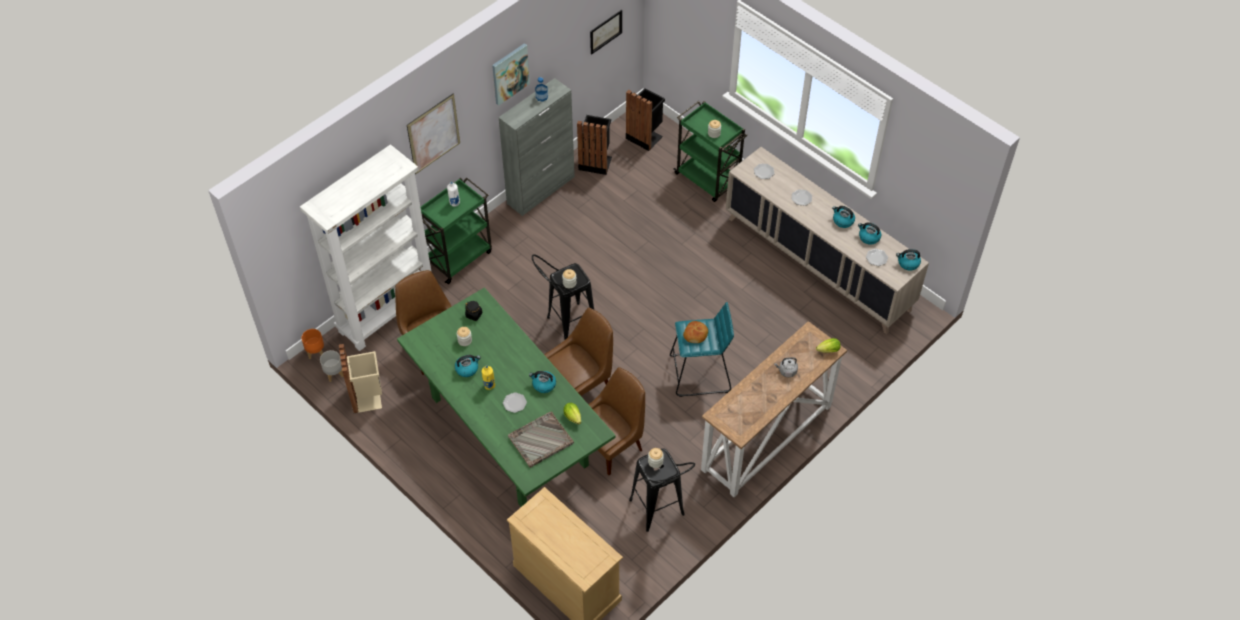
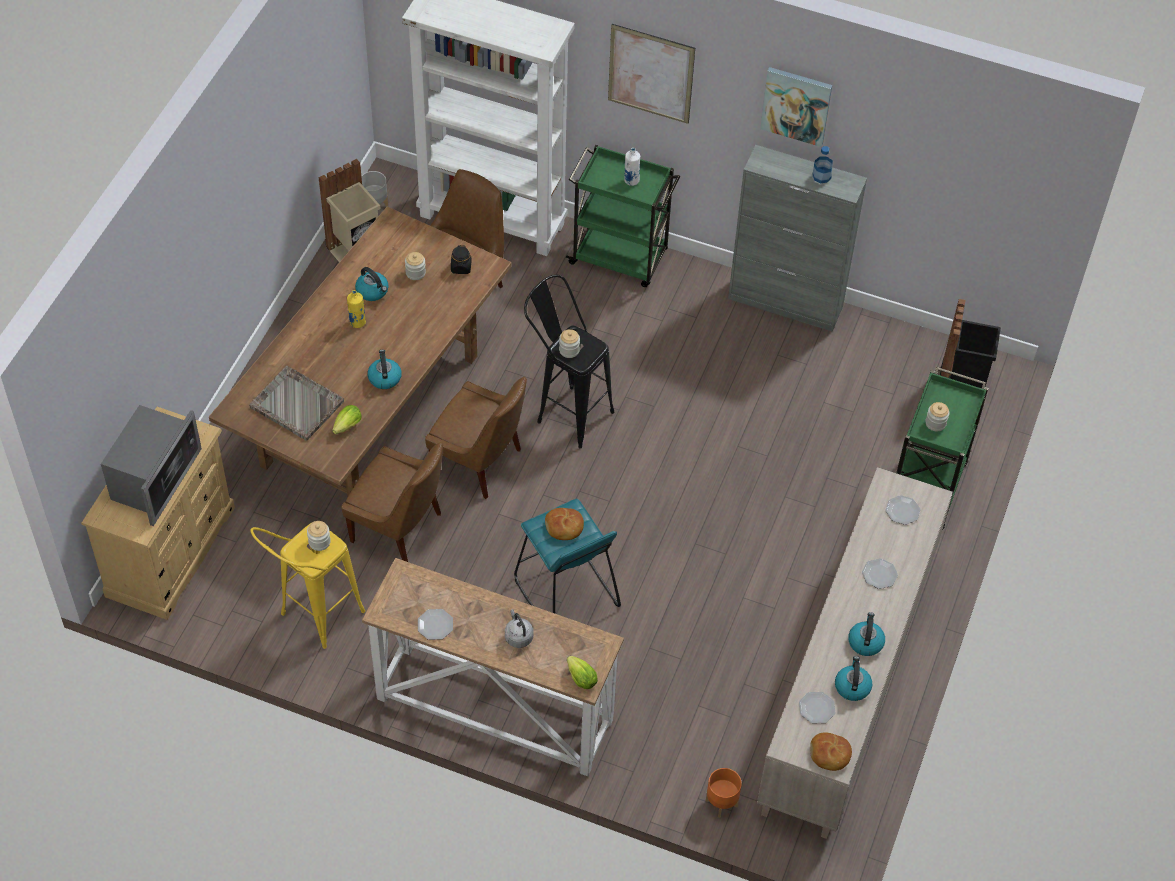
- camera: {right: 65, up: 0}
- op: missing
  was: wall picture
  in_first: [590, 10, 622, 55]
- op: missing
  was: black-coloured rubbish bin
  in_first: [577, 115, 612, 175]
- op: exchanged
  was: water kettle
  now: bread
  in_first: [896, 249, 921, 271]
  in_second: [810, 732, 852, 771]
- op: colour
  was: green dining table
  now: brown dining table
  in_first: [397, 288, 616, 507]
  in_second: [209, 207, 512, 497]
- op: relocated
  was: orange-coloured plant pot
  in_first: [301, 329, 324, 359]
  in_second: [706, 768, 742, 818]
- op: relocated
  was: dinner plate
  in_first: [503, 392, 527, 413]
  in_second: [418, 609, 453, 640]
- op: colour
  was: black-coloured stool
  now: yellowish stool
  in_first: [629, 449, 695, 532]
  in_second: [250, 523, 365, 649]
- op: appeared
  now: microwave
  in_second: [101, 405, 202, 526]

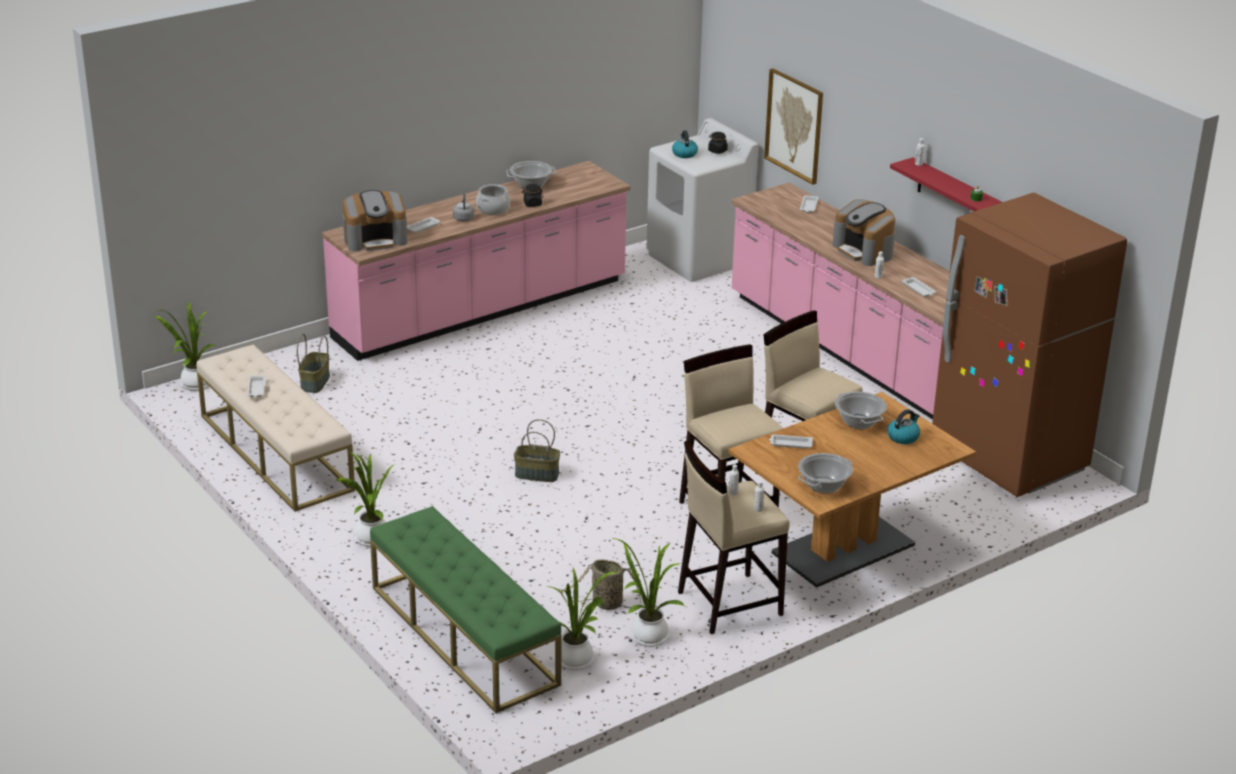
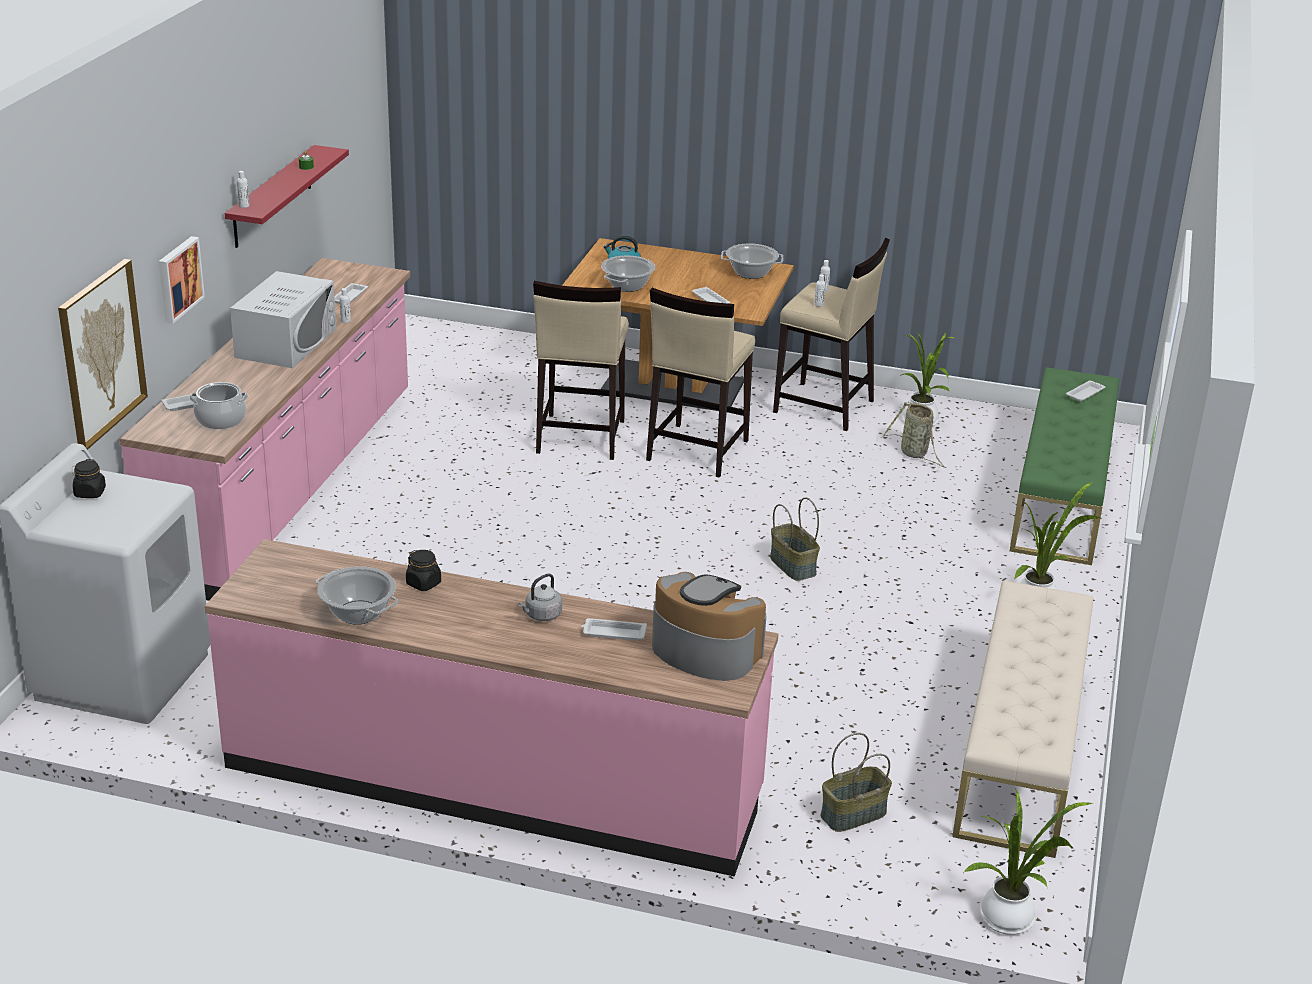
- camera: {right: -130, up: 0}
- op: missing
  was: water kettle
  in_first: [672, 130, 698, 158]
- op: relocated
  was: cooking pot
  in_first: [476, 184, 510, 215]
  in_second: [190, 382, 248, 429]
- op: missing
  was: brown kitchen fridge
  in_first: [932, 193, 1127, 497]
- op: exchanged
  was: coffee brewer
  now: white microwave
  in_first: [833, 199, 895, 266]
  in_second: [230, 271, 336, 368]
- op: relocated
  was: white tray
  in_first: [247, 375, 266, 397]
  in_second: [1066, 381, 1106, 402]
- op: missing
  was: potted plant
  in_first: [546, 568, 618, 670]
- op: appeared
  now: wall picture
  in_second: [159, 236, 205, 324]

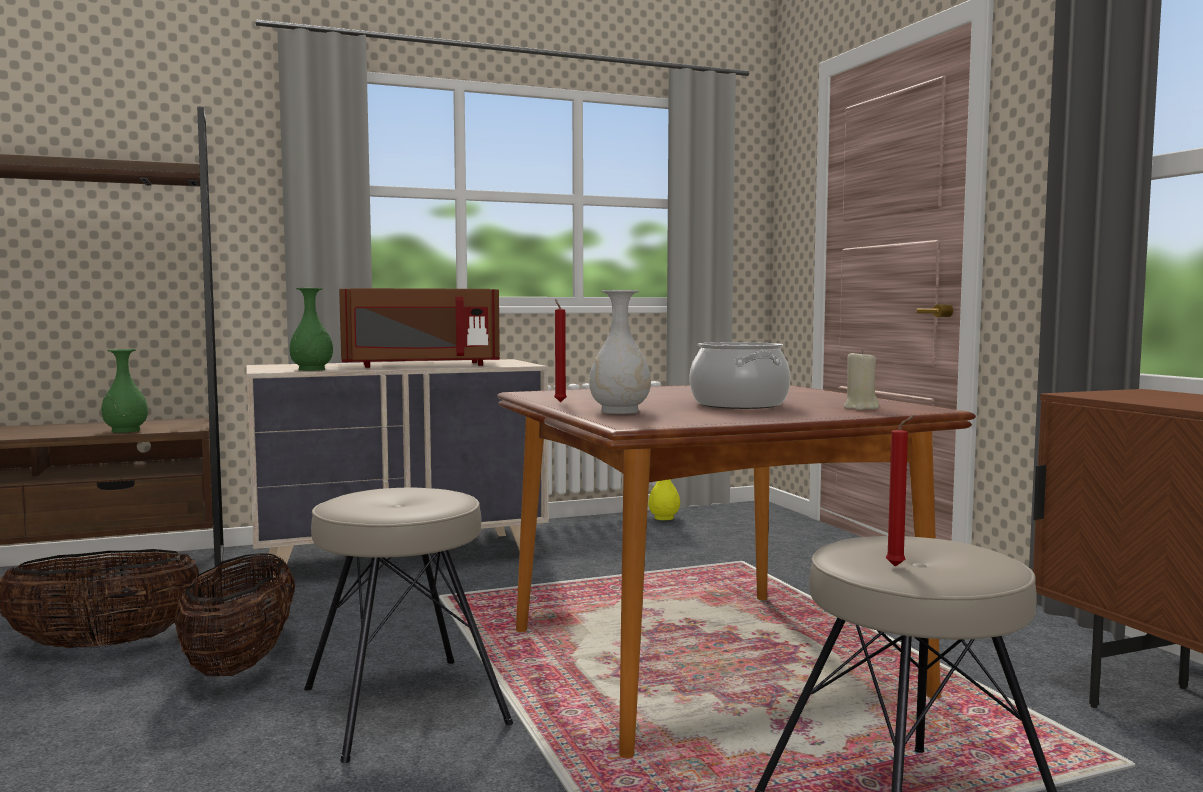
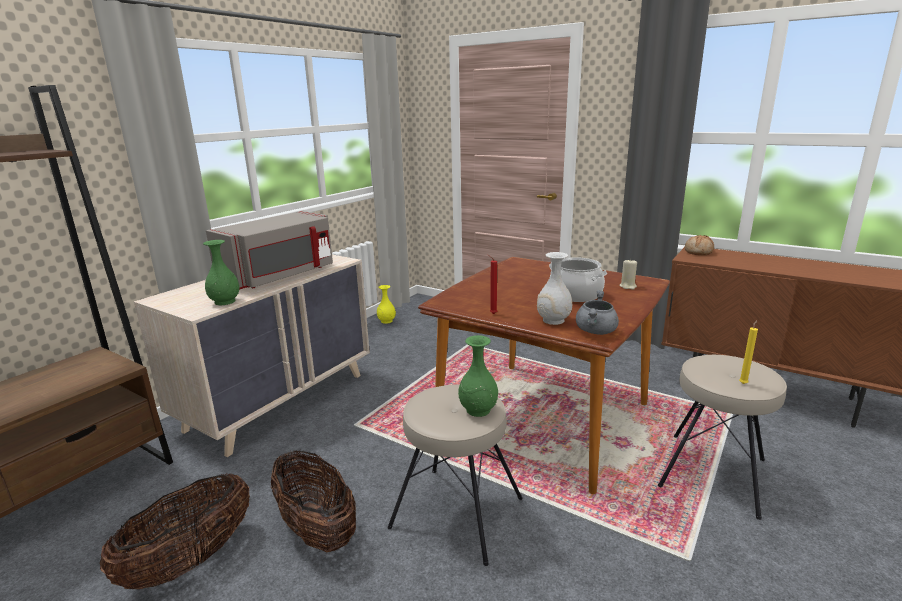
- camera: {right: -35, up: 15}
- op: colour
  was: brown microwave
  now: greyish microwave
  in_first: [339, 288, 500, 368]
  in_second: [206, 211, 333, 289]
- op: relocated
  was: green flower vase
  in_first: [101, 349, 148, 433]
  in_second: [458, 335, 498, 417]
- op: colour
  was: red candle
  now: yellowish candle
  in_first: [886, 415, 914, 567]
  in_second: [739, 320, 758, 384]
- op: appeared
  now: bread
  in_second: [685, 235, 714, 255]
- op: appeared
  now: greyish cooking pot
  in_second: [576, 290, 619, 335]

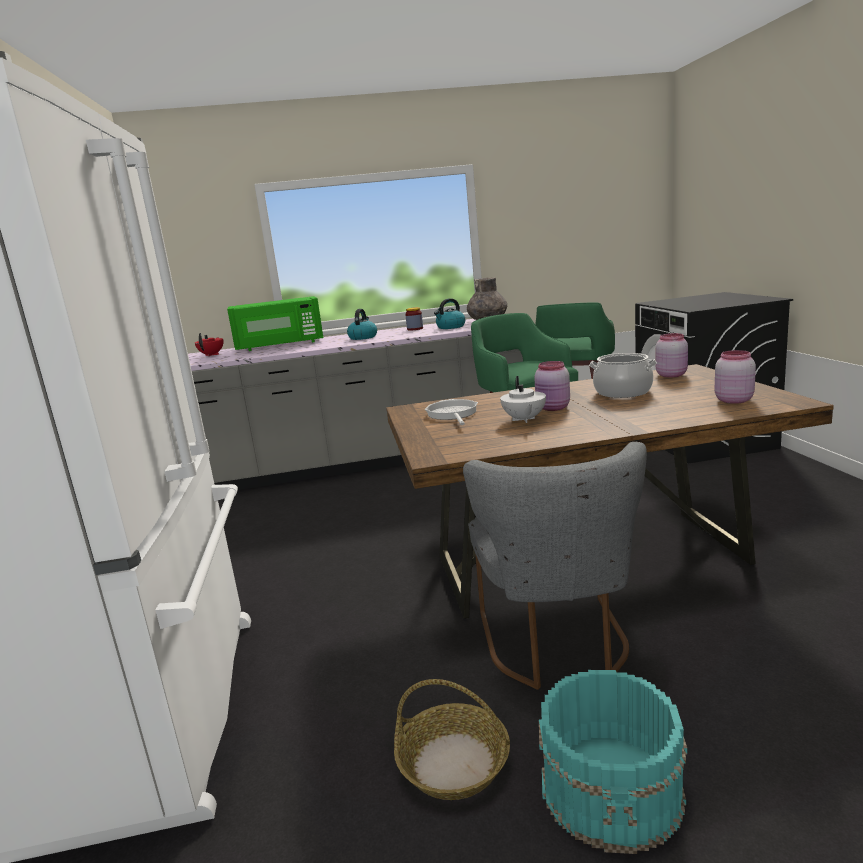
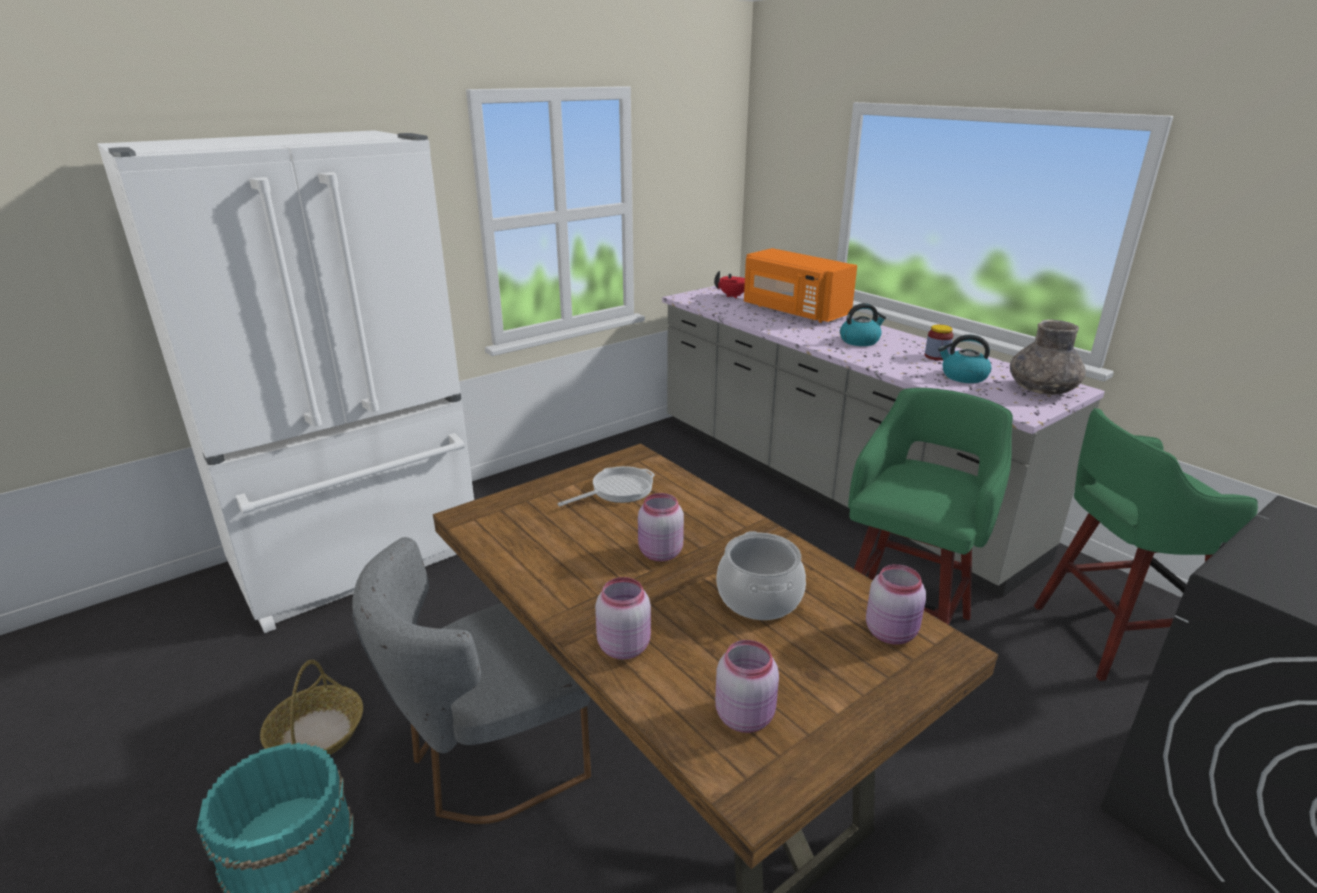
- camera: {right: 60, up: 10}
- op: colour
  was: green microwave
  now: orange-coloured microwave
  in_first: [227, 296, 323, 351]
  in_second: [744, 248, 857, 323]
- op: missing
  was: white tea pot
  in_first: [500, 376, 546, 423]
- op: appeared
  now: pink jar
  in_second: [595, 577, 651, 660]

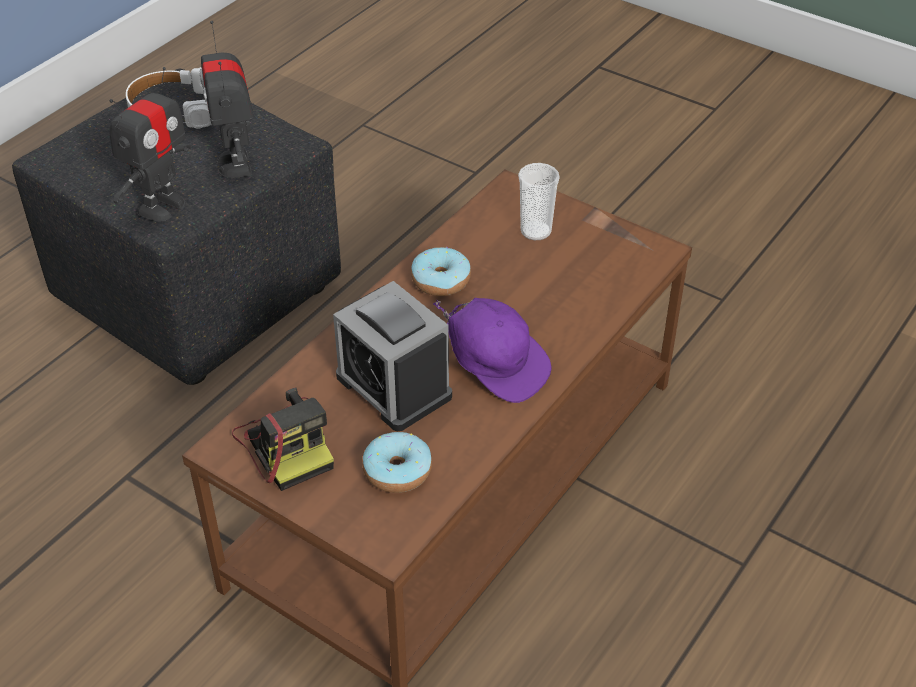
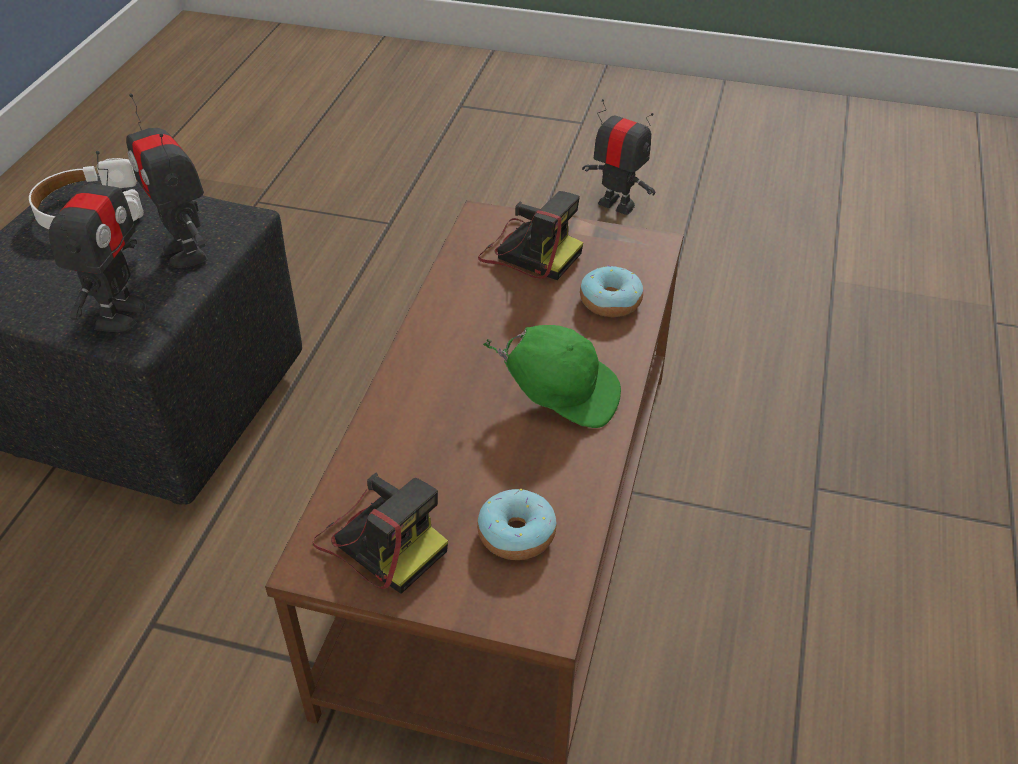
- camera: {right: -20, up: 0}
- op: exchanged
  was: drinking cup
  now: photo camera
  in_first: [518, 163, 560, 240]
  in_second: [478, 191, 583, 280]
- op: relocated
  was: doughnut
  in_first: [411, 246, 471, 296]
  in_second: [580, 265, 643, 317]
- op: missing
  was: alarm clock
  in_first: [333, 281, 452, 431]
- op: colour
  was: purple-coloured baseball cap
  now: green baseball cap
  in_first: [433, 298, 551, 403]
  in_second: [483, 325, 621, 428]
- op: appeared
  now: model robot
  in_second: [582, 99, 655, 215]

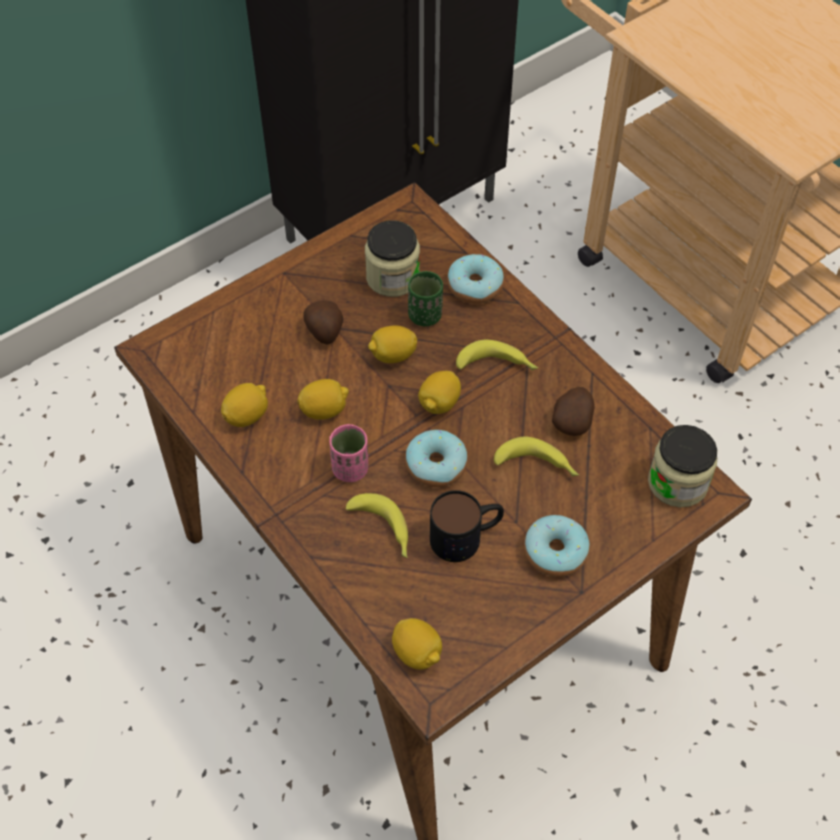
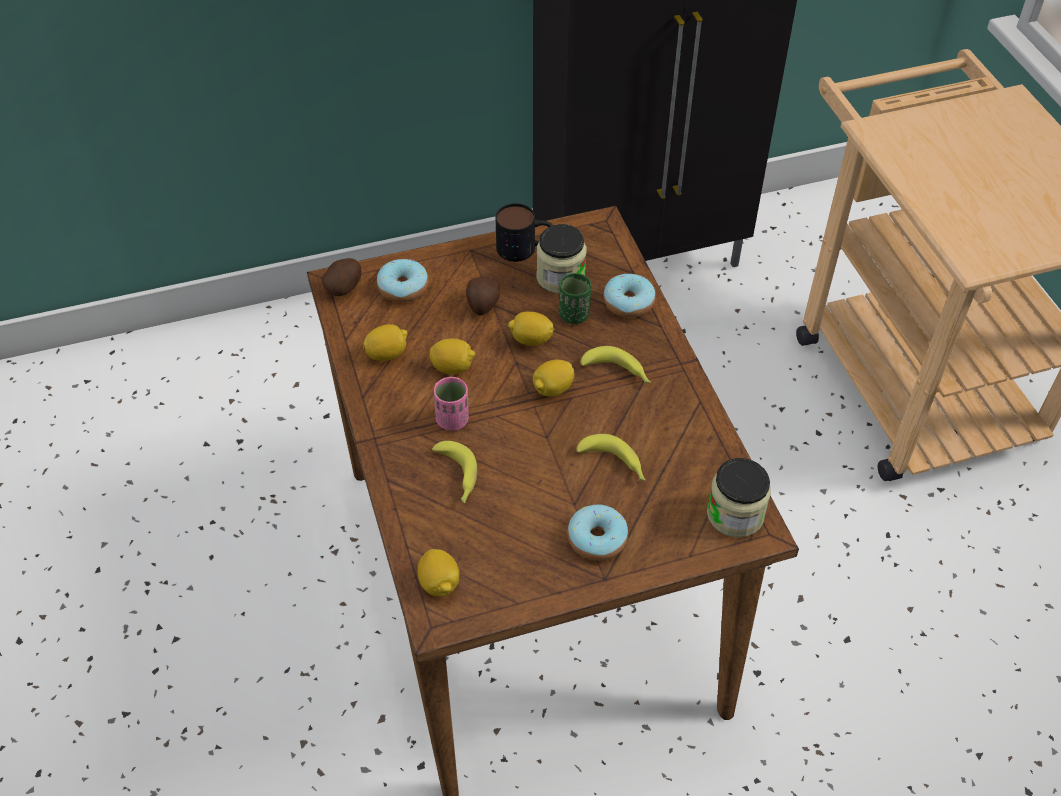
- camera: {right: 20, up: -5}
- op: relocated
  was: potato
  in_first: [552, 387, 595, 436]
  in_second: [322, 258, 361, 296]
- op: relocated
  was: doughnut
  in_first: [405, 430, 468, 487]
  in_second: [377, 259, 428, 302]
- op: relocated
  was: tea mug
  in_first: [430, 490, 504, 562]
  in_second: [495, 203, 553, 262]

